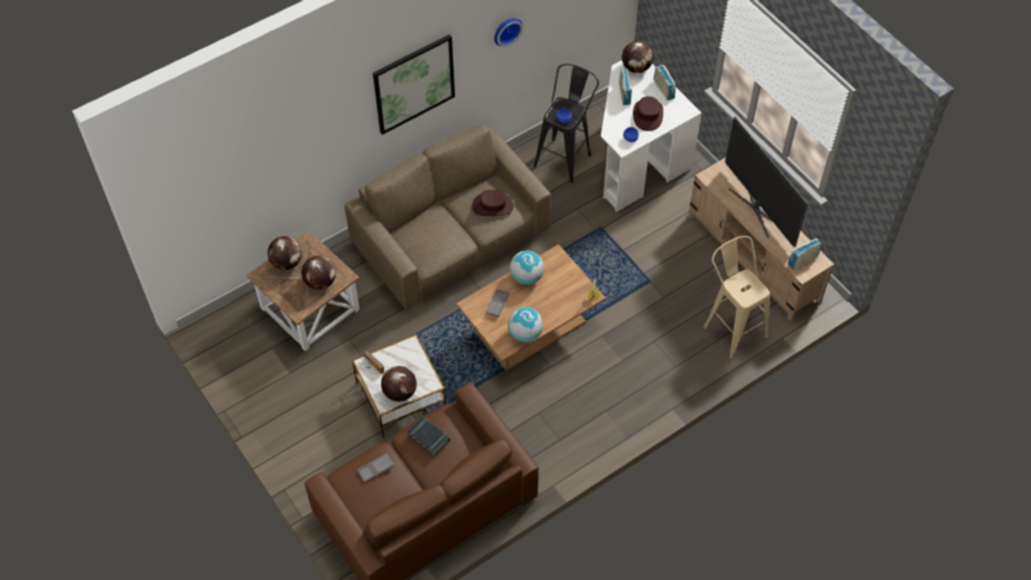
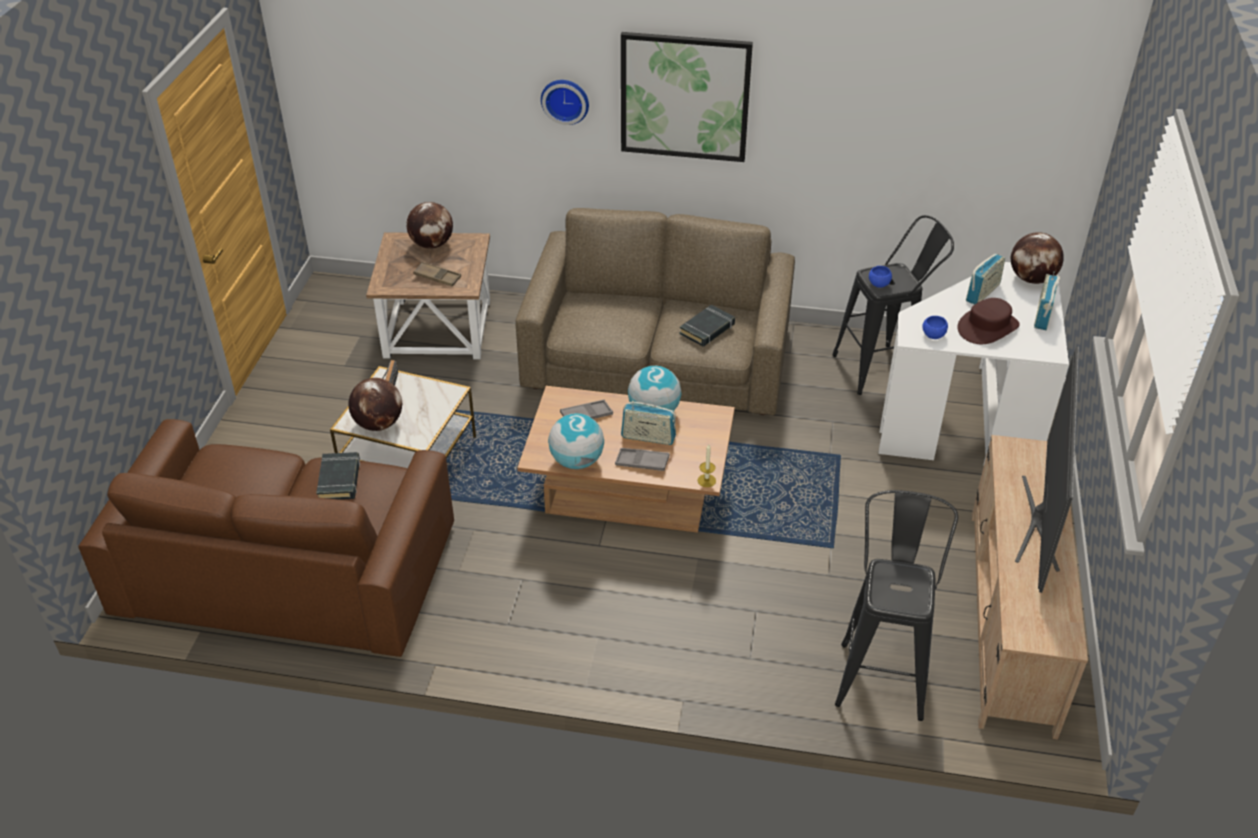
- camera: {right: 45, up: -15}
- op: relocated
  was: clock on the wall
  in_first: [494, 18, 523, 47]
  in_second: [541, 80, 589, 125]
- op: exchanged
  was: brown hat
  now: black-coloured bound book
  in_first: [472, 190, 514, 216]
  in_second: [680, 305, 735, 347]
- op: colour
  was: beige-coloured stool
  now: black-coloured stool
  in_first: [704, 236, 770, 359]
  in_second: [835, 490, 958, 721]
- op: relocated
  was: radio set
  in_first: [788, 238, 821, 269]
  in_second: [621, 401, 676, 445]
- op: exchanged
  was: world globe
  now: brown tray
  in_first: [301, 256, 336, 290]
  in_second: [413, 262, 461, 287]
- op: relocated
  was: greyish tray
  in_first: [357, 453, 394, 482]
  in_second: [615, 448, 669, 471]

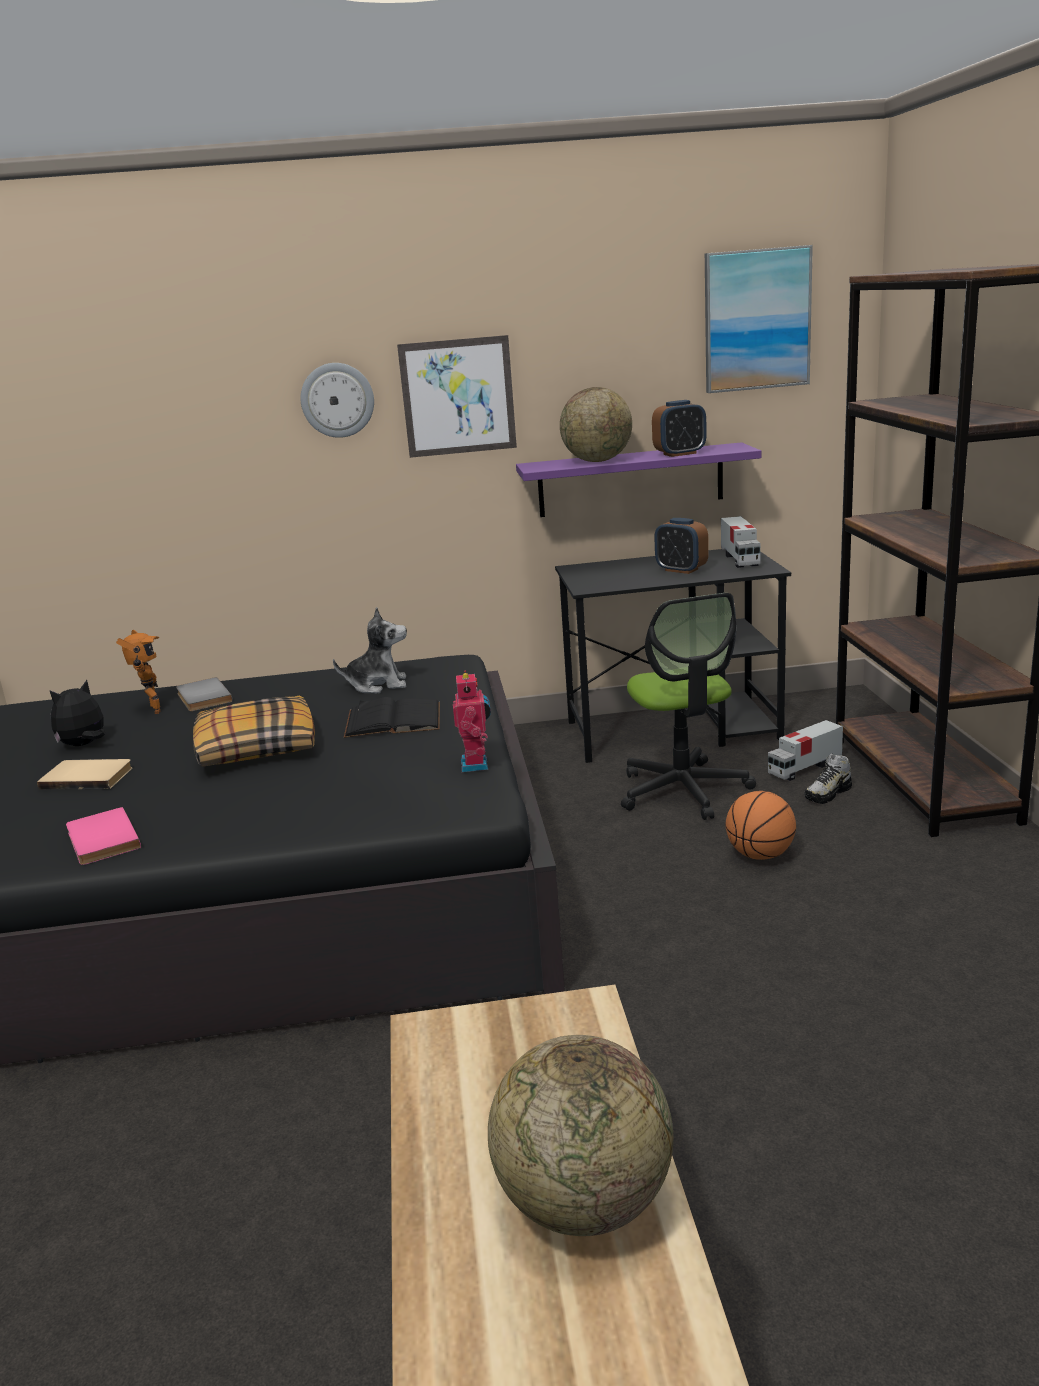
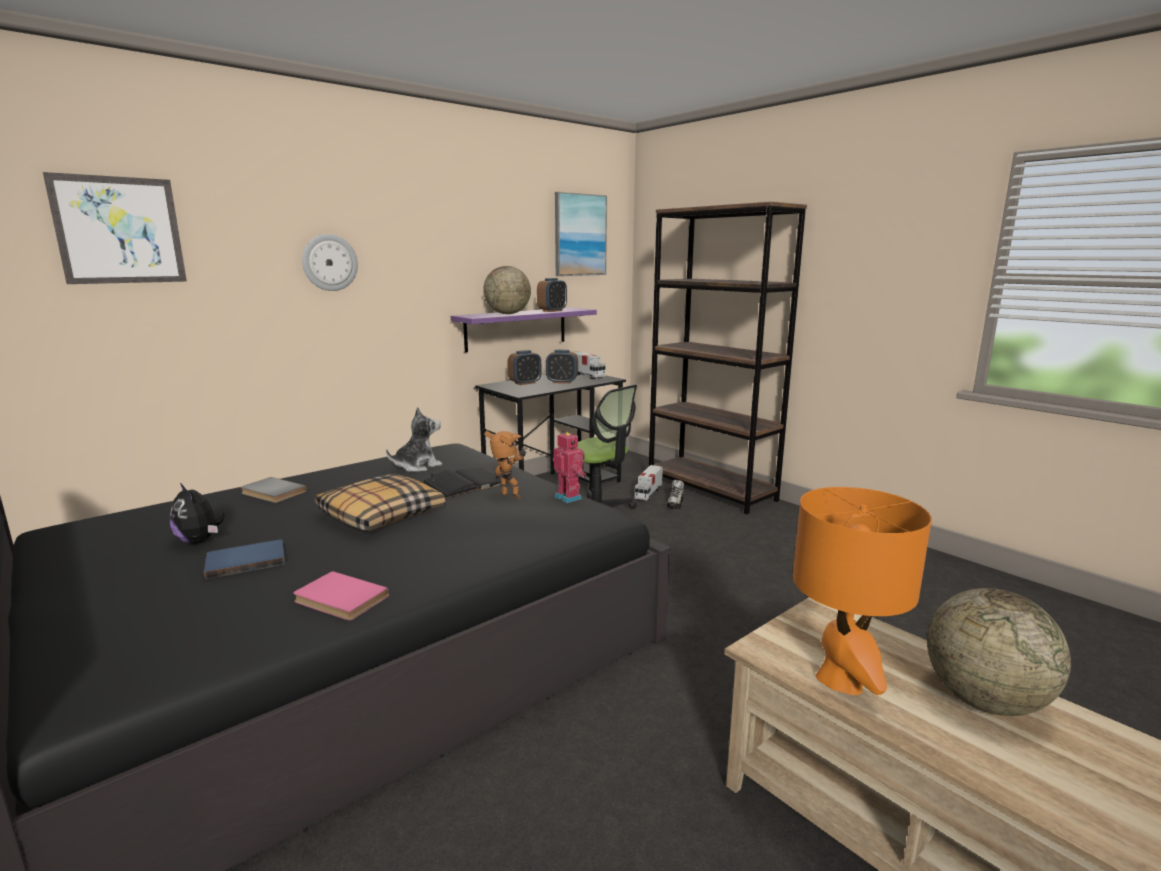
- camera: {right: -35, up: -5}
- op: relocated
  was: wall picture
  in_first: [397, 335, 517, 458]
  in_second: [43, 172, 187, 284]
- op: relocated
  was: model robot
  in_first: [116, 630, 160, 714]
  in_second: [484, 431, 527, 499]
- op: spun
  was: cuddly toy
  in_first: [49, 680, 106, 746]
  in_second: [169, 483, 225, 544]
  clockwise: -60
- op: colour
  was: beige-coloured bound book
  now: blue bound book
  in_first: [37, 759, 132, 790]
  in_second: [204, 540, 285, 580]
- op: missing
  was: basketball
  in_first: [726, 791, 796, 860]
- op: appeared
  now: alarm clock
  in_second: [507, 350, 542, 385]
- op: appeared
  now: orange-coloured table lamp
  in_second: [793, 487, 932, 695]

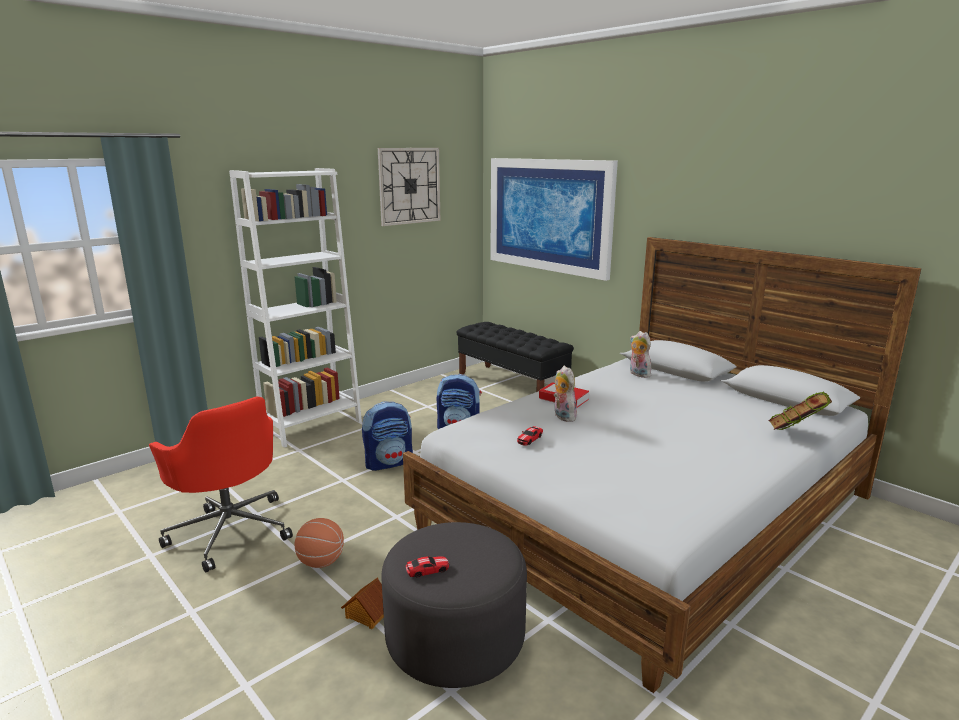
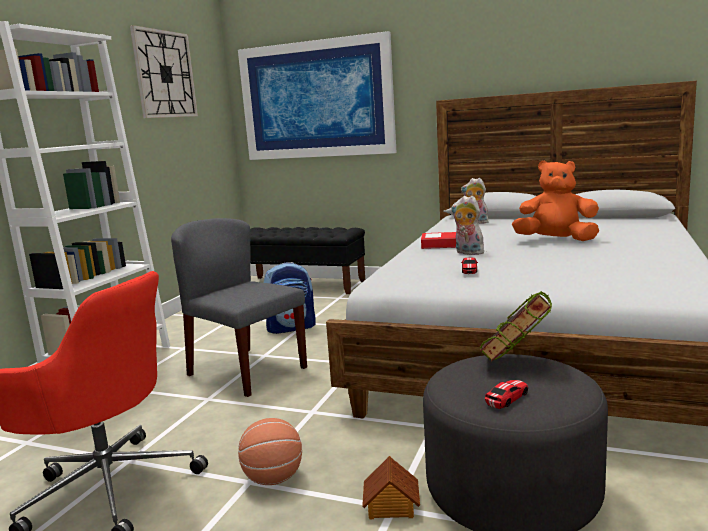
- camera: {right: -25, up: -5}
- op: relocated
  was: bound book
  in_first: [768, 392, 832, 430]
  in_second: [480, 291, 552, 361]
- op: exchanged
  was: rucksack
  now: greyish chair
  in_first: [362, 401, 413, 471]
  in_second: [171, 218, 307, 397]
- op: appeared
  now: orange-coloured cuddly toy
  in_second: [512, 160, 599, 241]

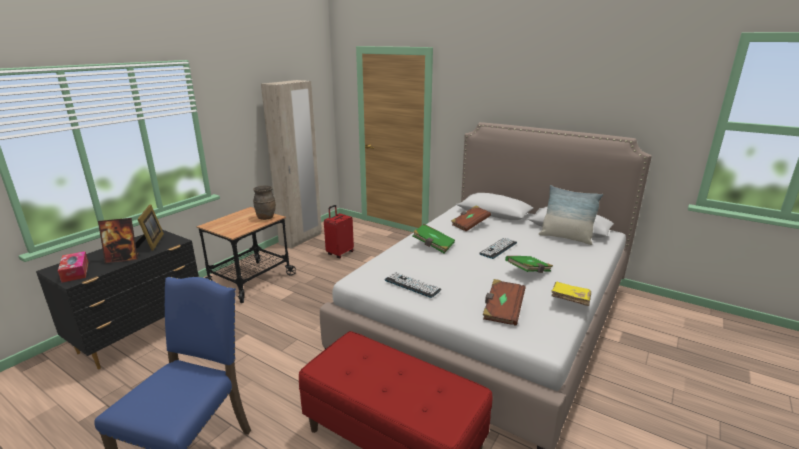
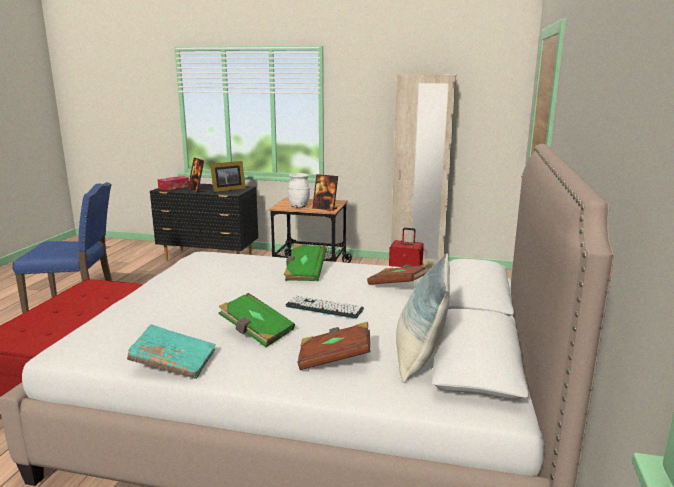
- camera: {right: 70, up: -5}
- op: exchanged
  was: brown flower vase
  now: picture frame
  in_first: [253, 185, 276, 220]
  in_second: [312, 174, 338, 211]
- op: missing
  was: computer keyboard
  in_first: [385, 272, 441, 298]
- op: relocated
  was: brown bound book
  in_first: [483, 279, 526, 326]
  in_second: [298, 322, 370, 370]
- op: colour
  was: yellowish bound book
  now: turquoise-coloured bound book
  in_first: [551, 282, 591, 306]
  in_second: [127, 324, 216, 379]
- op: appeared
  now: white flower vase
  in_second: [288, 173, 310, 208]

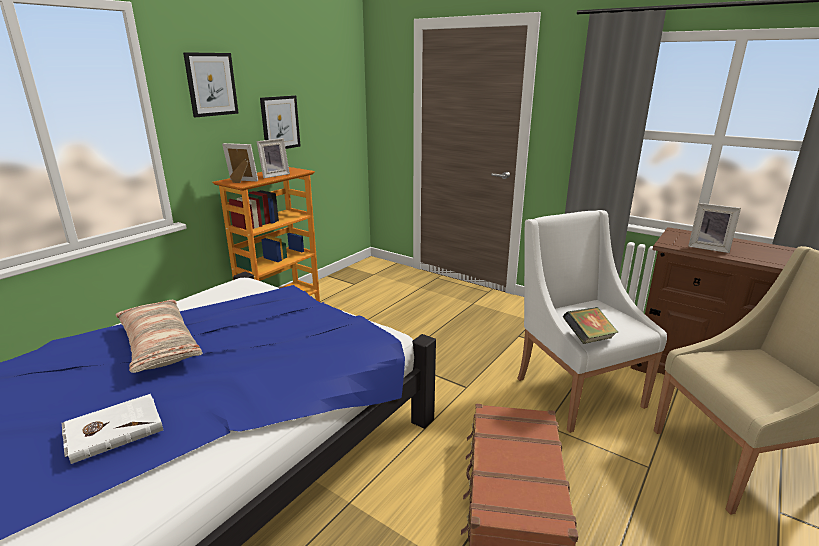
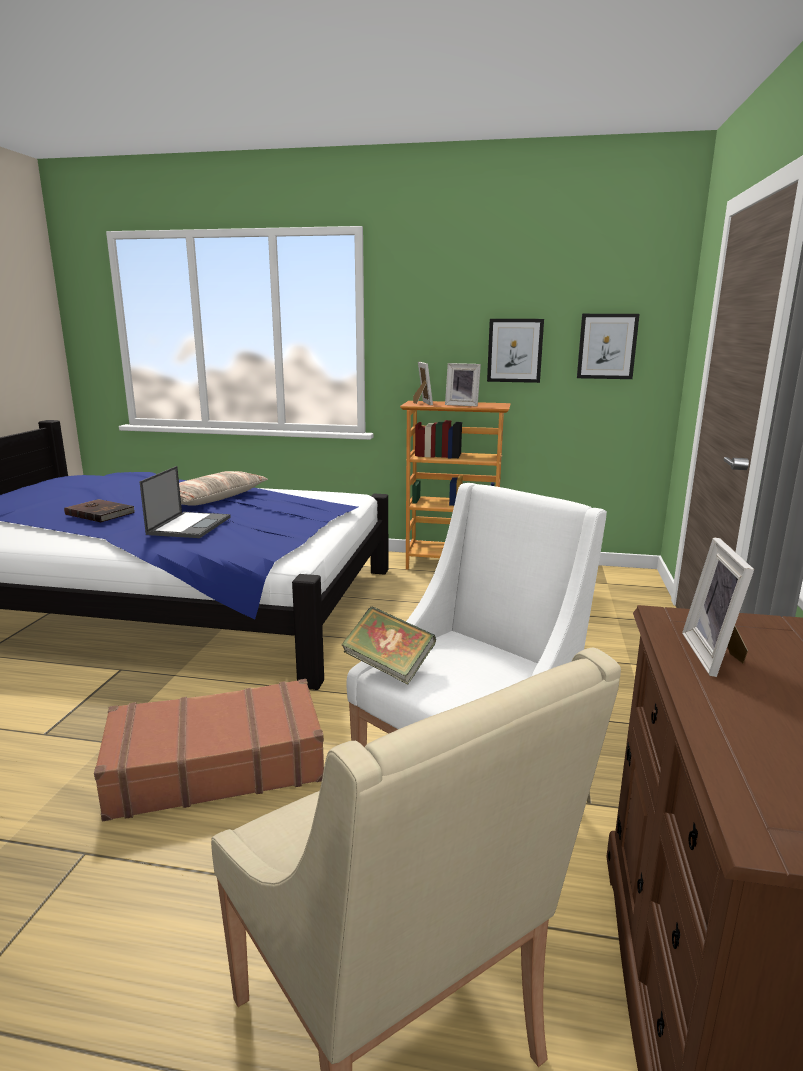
- camera: {right: 65, up: -5}
- op: relocated
  was: wall picture
  in_first: [183, 52, 239, 117]
  in_second: [577, 314, 640, 379]
- op: colour
  was: white bound book
  now: brown bound book
  in_first: [62, 394, 163, 464]
  in_second: [64, 499, 135, 523]
- op: appeared
  now: laptop
  in_second: [139, 466, 231, 538]

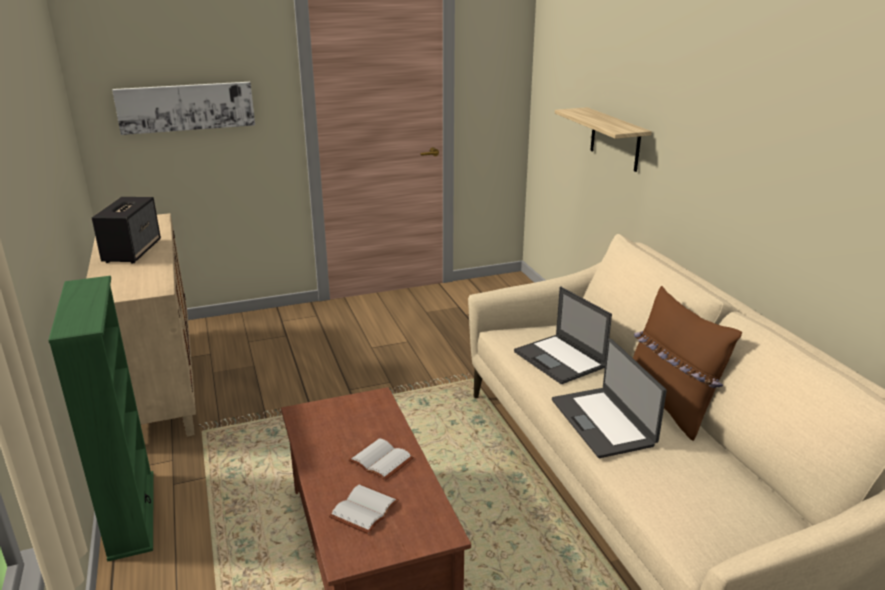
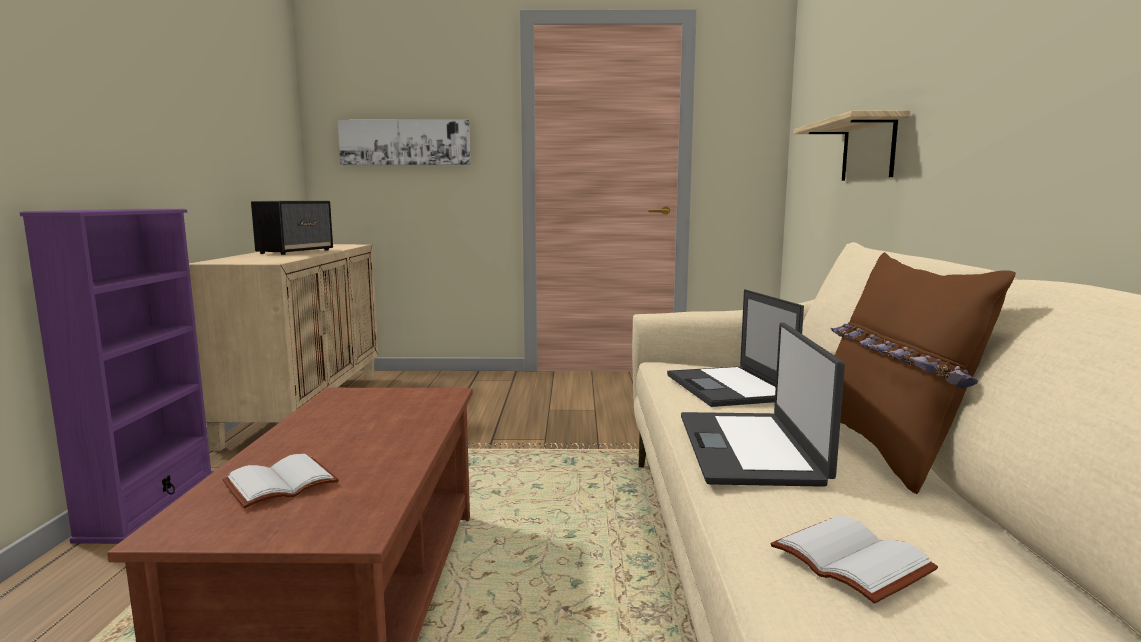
- camera: {right: 20, up: -15}
- op: colour
  was: green shelving unit
  now: purple-coloured shelving unit
  in_first: [48, 276, 154, 562]
  in_second: [20, 209, 214, 544]
- op: relocated
  was: white bound book
  in_first: [348, 438, 414, 480]
  in_second: [770, 515, 938, 604]

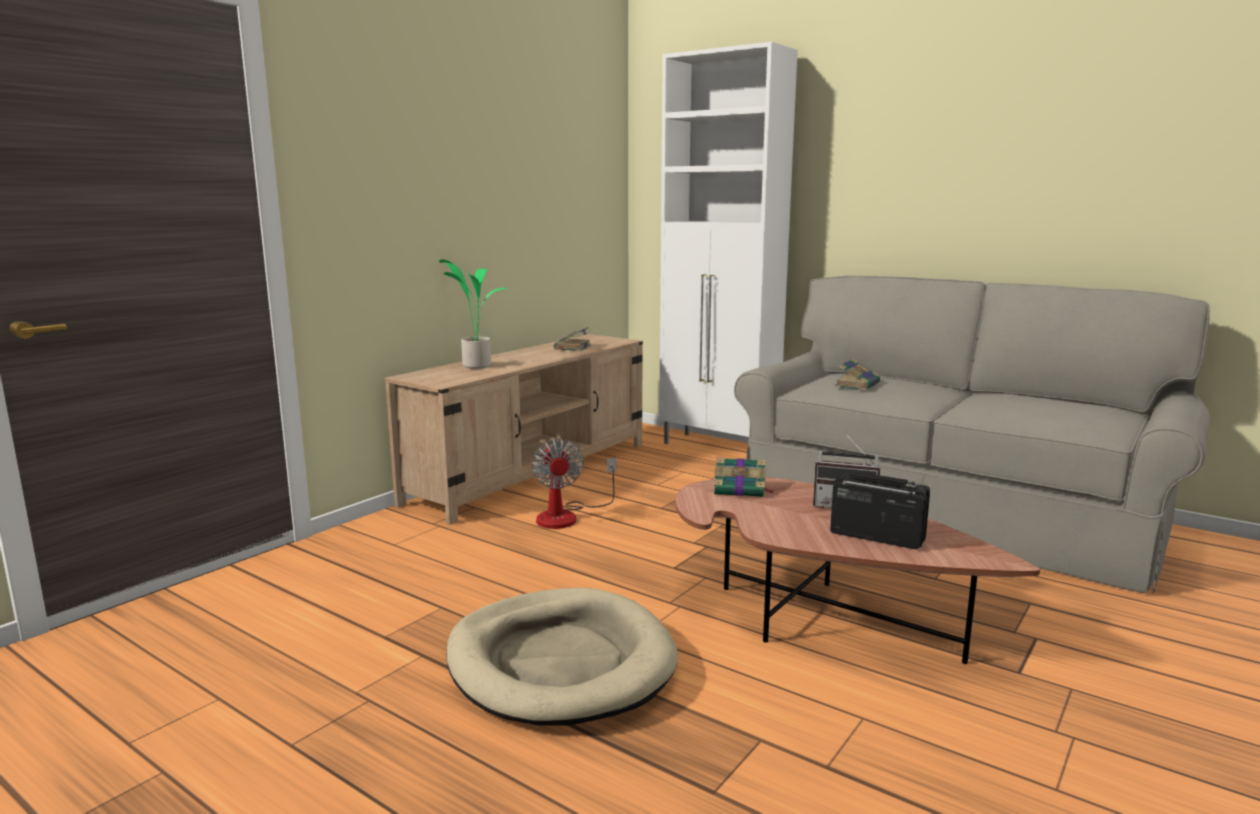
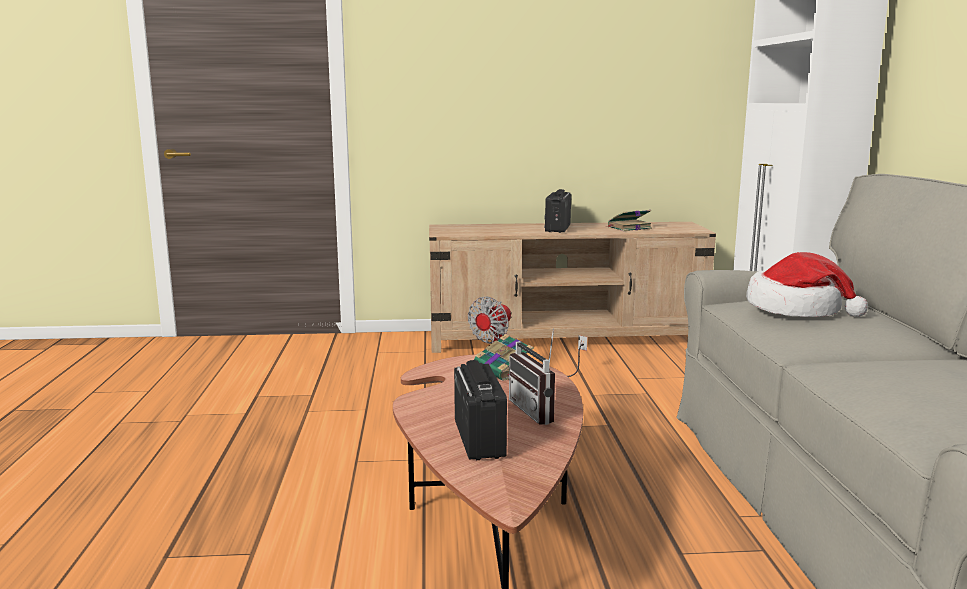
- camera: {right: 50, up: 0}
- op: missing
  was: potted plant
  in_first: [439, 259, 508, 369]
- op: exchanged
  was: bound book
  now: hat
  in_first: [834, 359, 880, 390]
  in_second: [746, 252, 868, 317]
- op: missing
  was: beige-coloured pet bed
  in_first: [446, 588, 678, 726]
- op: appeared
  now: radio set
  in_second: [544, 189, 571, 233]

